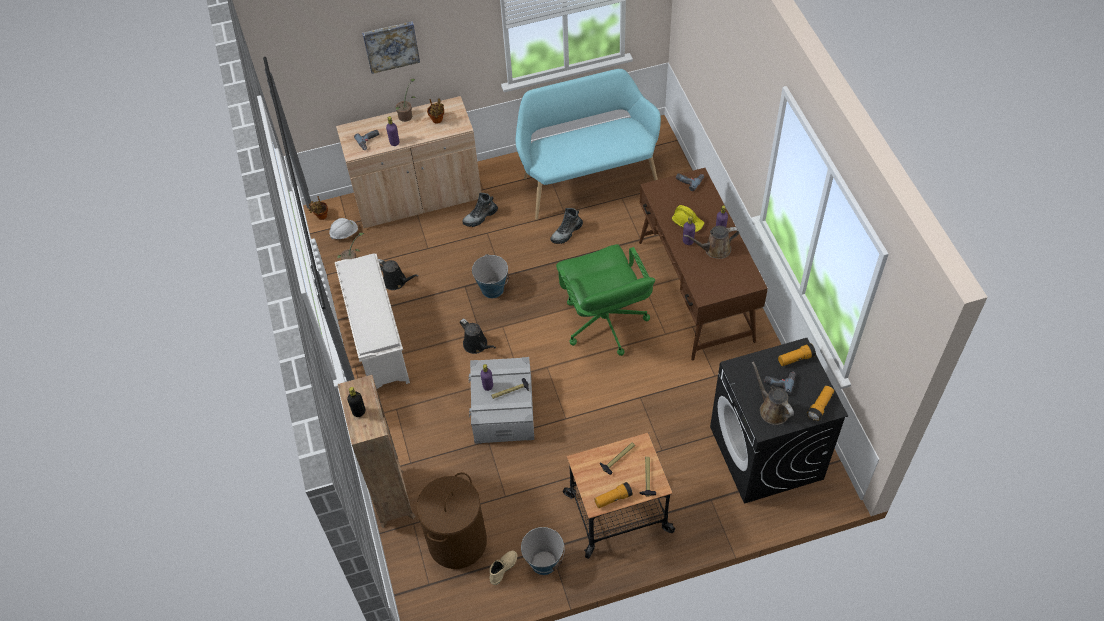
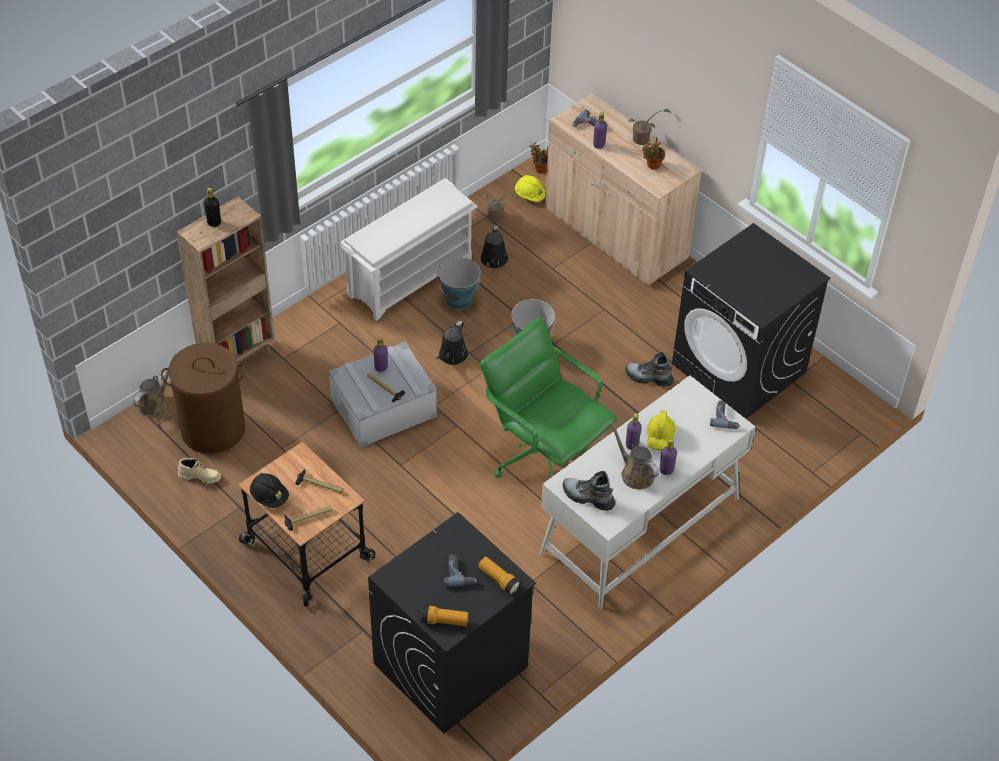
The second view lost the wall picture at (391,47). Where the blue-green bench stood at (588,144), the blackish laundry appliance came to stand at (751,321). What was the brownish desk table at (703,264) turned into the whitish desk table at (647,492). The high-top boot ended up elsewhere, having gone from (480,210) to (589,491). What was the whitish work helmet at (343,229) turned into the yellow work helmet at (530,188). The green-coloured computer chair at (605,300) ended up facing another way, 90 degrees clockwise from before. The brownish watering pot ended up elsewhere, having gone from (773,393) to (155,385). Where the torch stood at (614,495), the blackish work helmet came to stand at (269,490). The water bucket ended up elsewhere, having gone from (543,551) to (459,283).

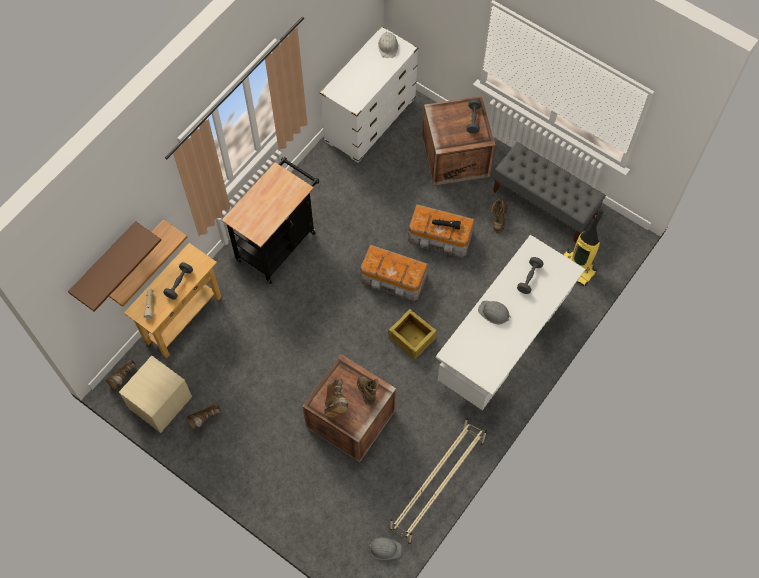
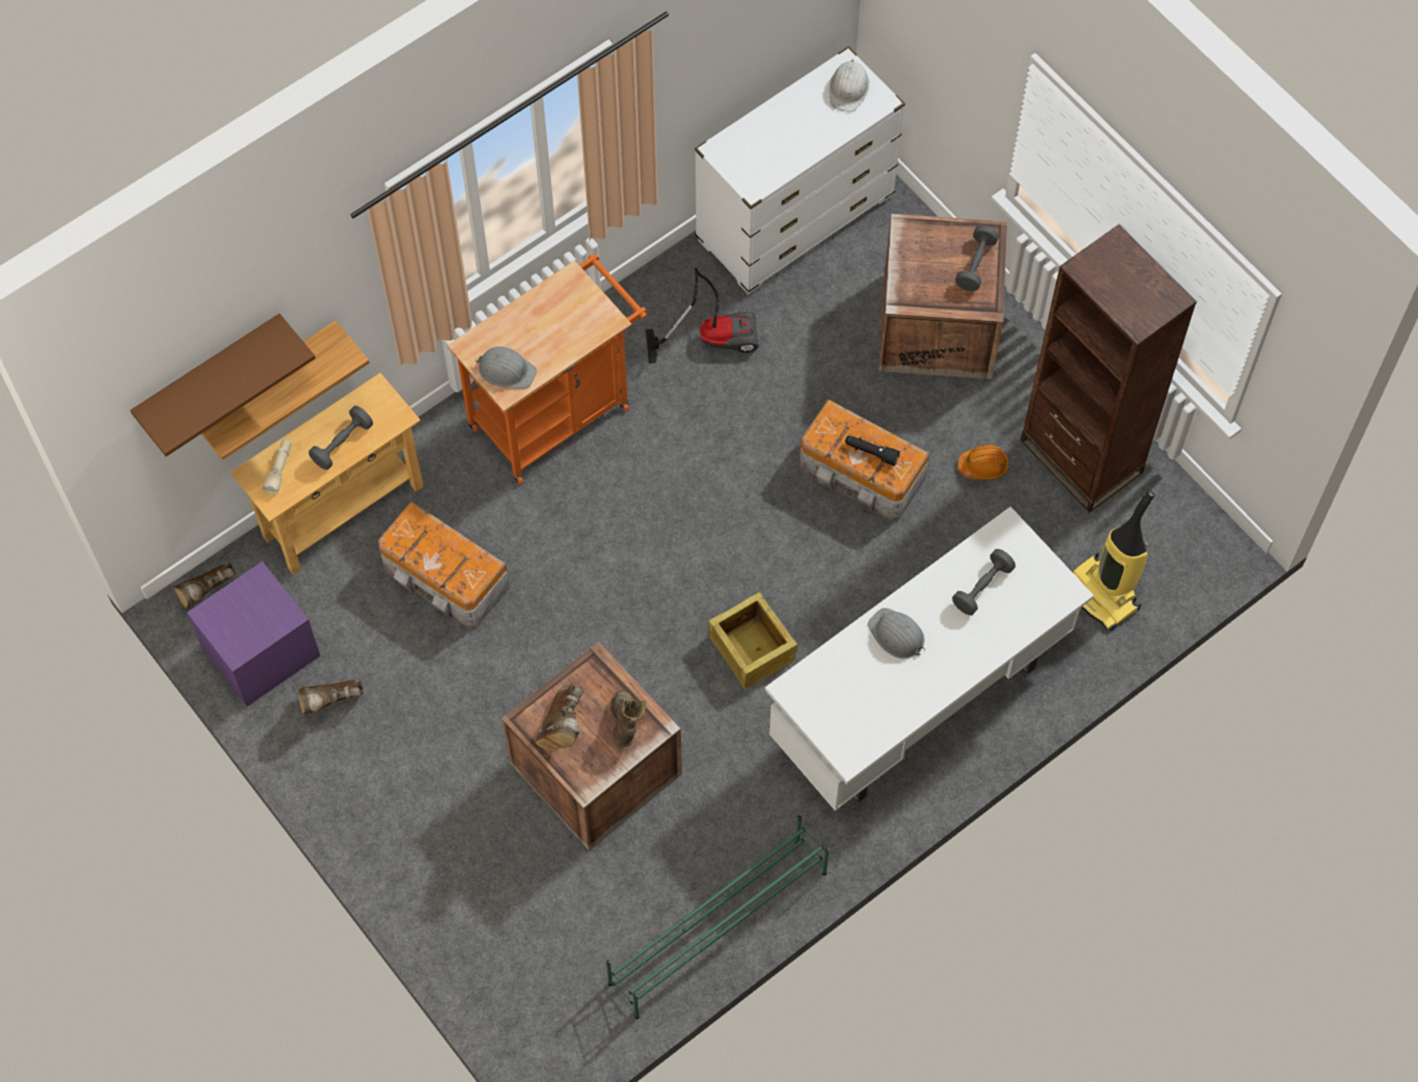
Where the greyish bench stood at (549,192), the brownish bookshelf came to stand at (1109,368). What was the blackish cart at (270,220) turned into the orange-coloured cart at (547,369). Where the brownish high-top boot stood at (499,216), the orange-coloured work helmet came to stand at (983,462). The storage bin ended up elsewhere, having gone from (394,273) to (444,564). What was the sand-coloured bedside table at (155,394) turned into the purple-coloured bedside table at (253,634). What was the sand-coloured shoe stand at (438,480) turned into the green-coloured shoe stand at (717,917). The greyish work helmet ended up elsewhere, having gone from (384,548) to (506,368). The second view gained the vacuum at (702,315).

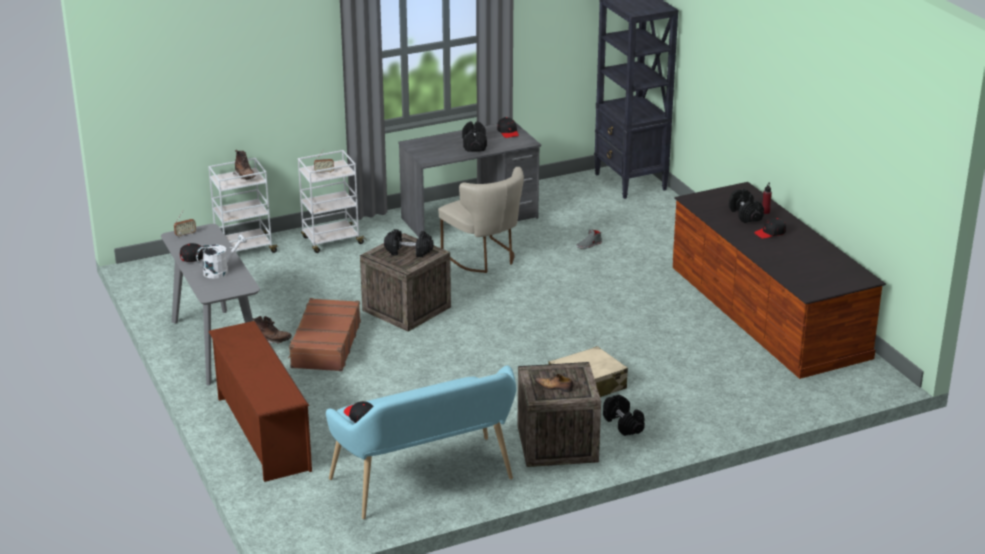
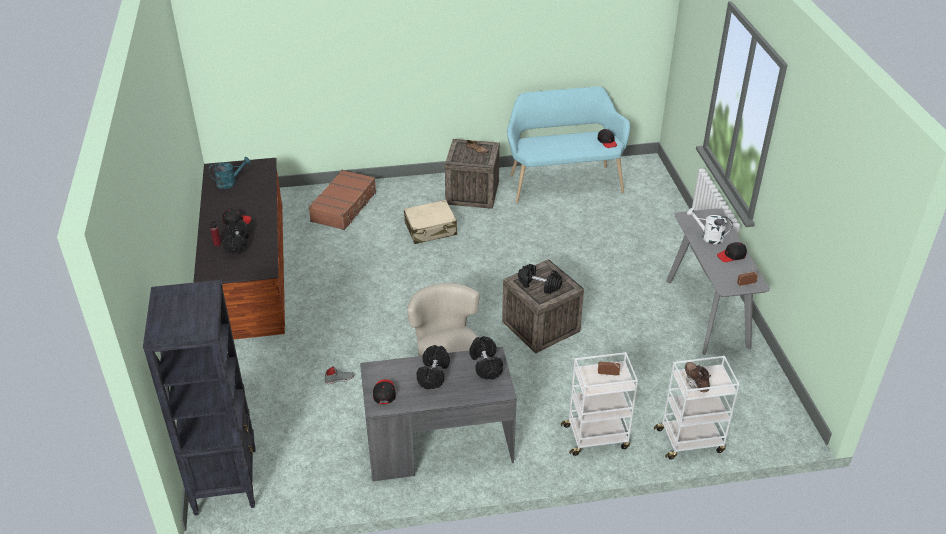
The whitish watering pot at (221,256) ended up facing another way, 45 degrees clockwise from before. The brownish piece of luggage ended up elsewhere, having gone from (324,334) to (342,200). The second view lost the brownish high-top boot at (272,330). The second view lost the brownish shoe stand at (260,401). The blackish dumbbell ended up elsewhere, having gone from (624,415) to (486,358). The second view gained the blue-green watering pot at (229,173).

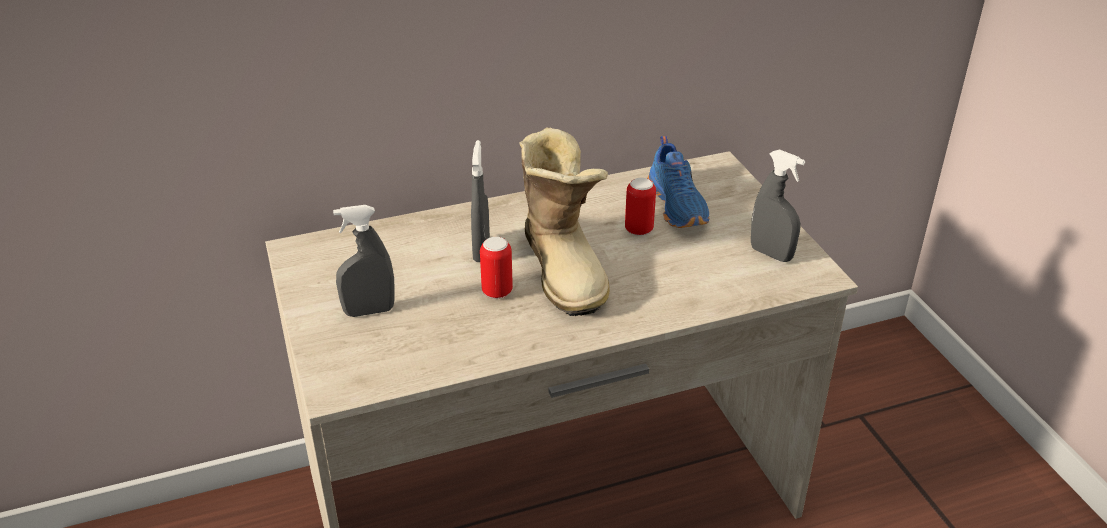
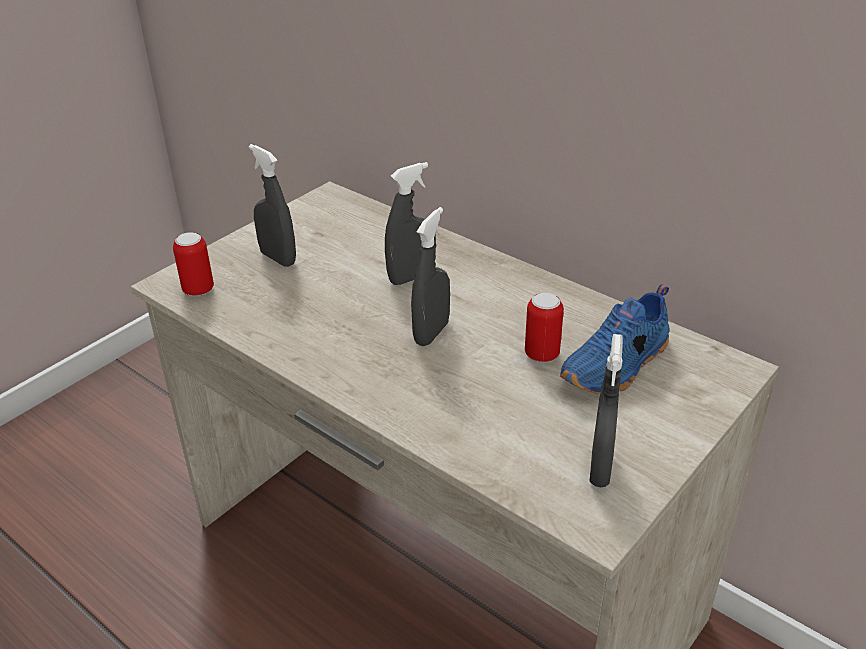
Where the high-top boot stood at (564,221), the greyish sprayer came to stand at (430,276). The can ended up elsewhere, having gone from (496,268) to (193,264).

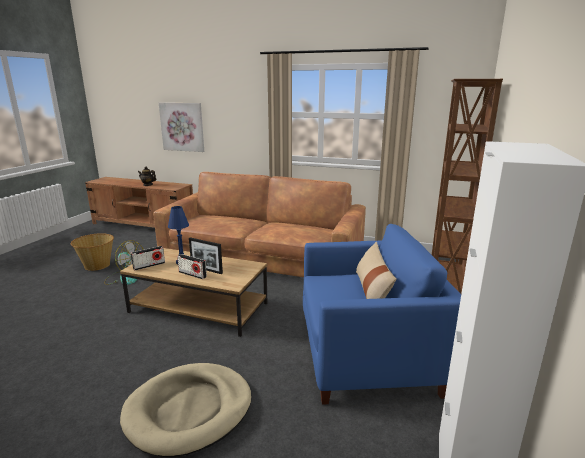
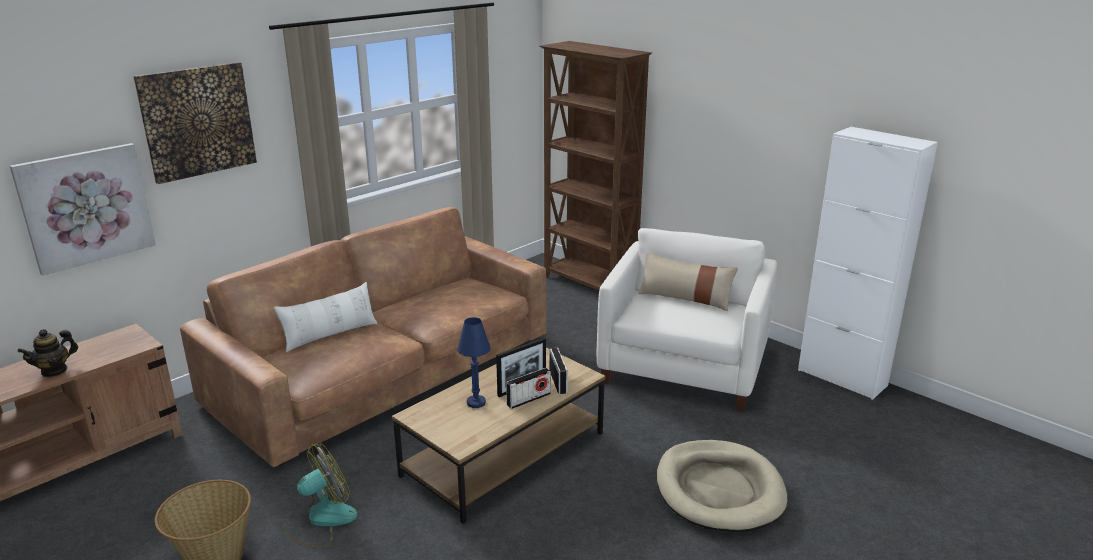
What was the blue-coloured lounge chair at (382,314) turned into the whitish lounge chair at (687,319). The radio ended up elsewhere, having gone from (148,258) to (558,371). The second view gained the wall picture at (195,123). The second view gained the whitish pillow at (326,317).

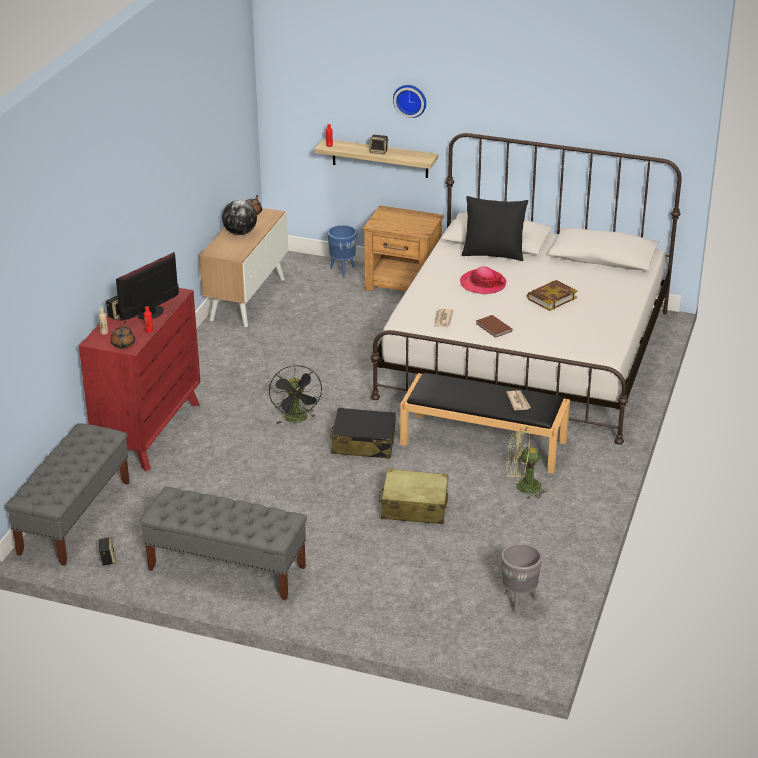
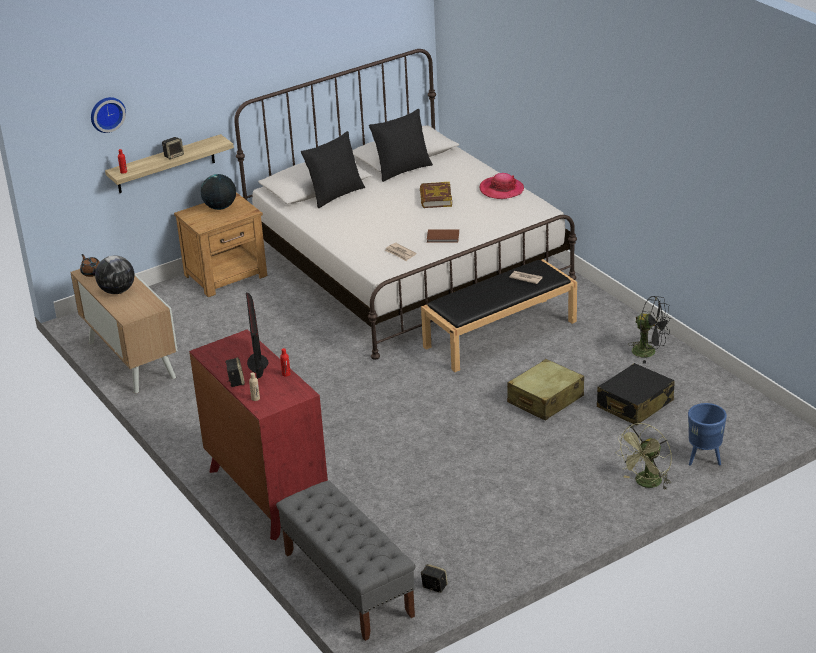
The wall clock ended up elsewhere, having gone from (409,101) to (108,115). The blue-coloured planter ended up elsewhere, having gone from (342,251) to (707,434). The hat ended up elsewhere, having gone from (483,280) to (502,186). The second view lost the brownish teapot at (123,335). The blackish fan ended up elsewhere, having gone from (295,394) to (649,330). The blackish piece of luggage ended up elsewhere, having gone from (363,433) to (636,394). The green-coloured fan ended up elsewhere, having gone from (527,463) to (643,456). The second view lost the greyish bench at (223,543). The second view lost the greyish planter at (521,579). The second view gained the blackish pillow at (401,145). The second view gained the world globe at (218,192).

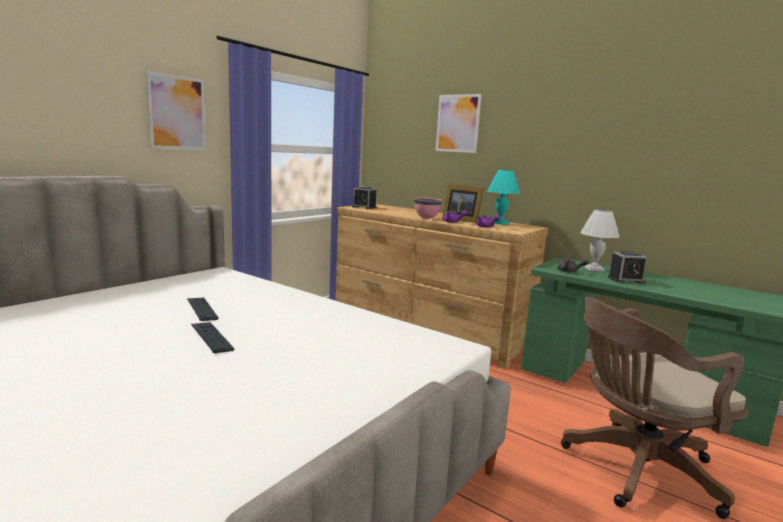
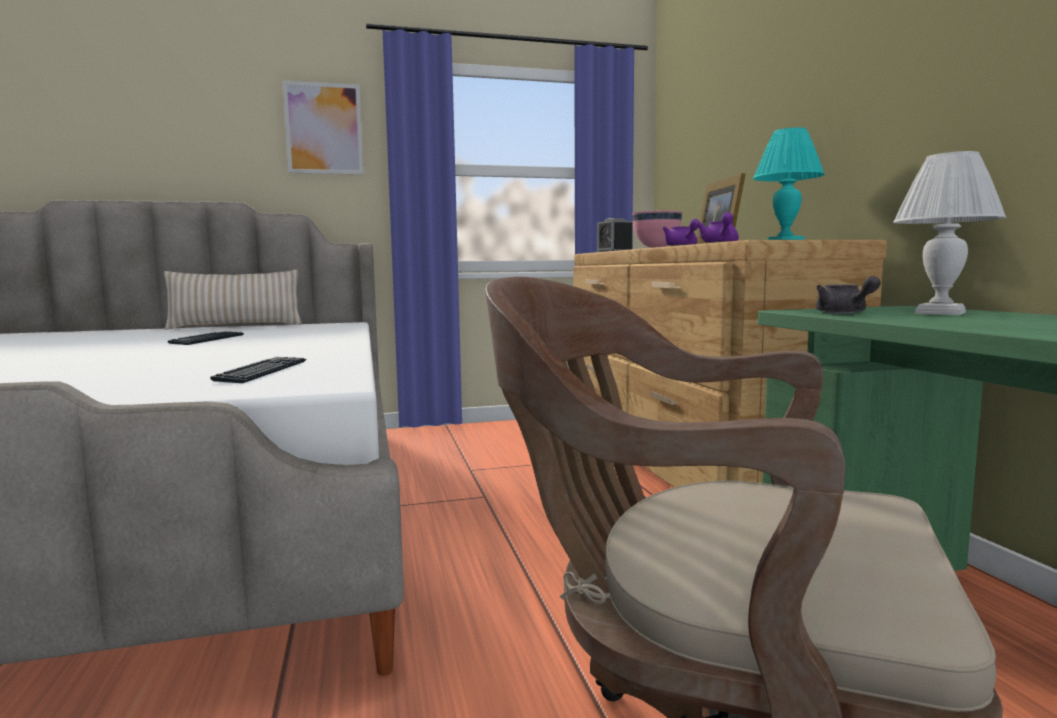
The second view lost the wall picture at (459,123). The second view lost the bedside clock at (628,267). The computer keyboard ended up elsewhere, having gone from (213,337) to (258,370). The second view gained the sand-coloured pillow at (233,300).

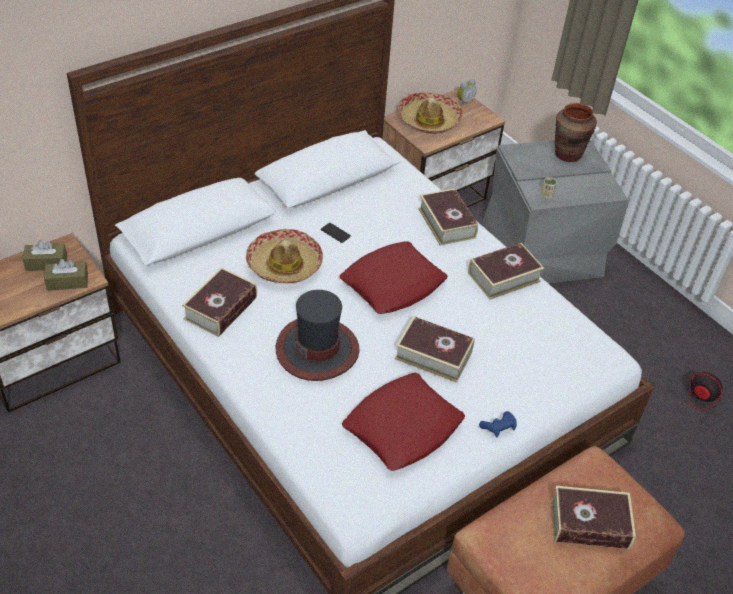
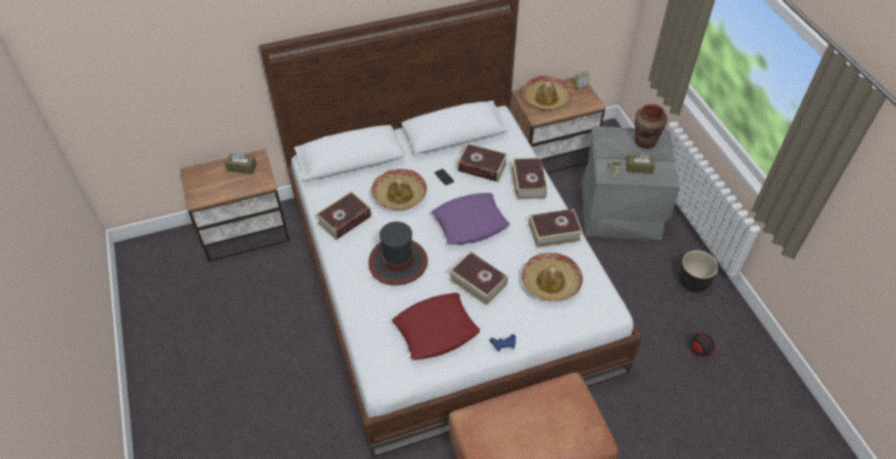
What was the reddish pillow at (393,277) turned into the purple-coloured pillow at (470,219). The brownish tissue box ended up elsewhere, having gone from (66,275) to (640,163). The bound book ended up elsewhere, having gone from (593,517) to (483,162). The second view gained the blackish planter at (698,271). The second view gained the hat at (552,276).

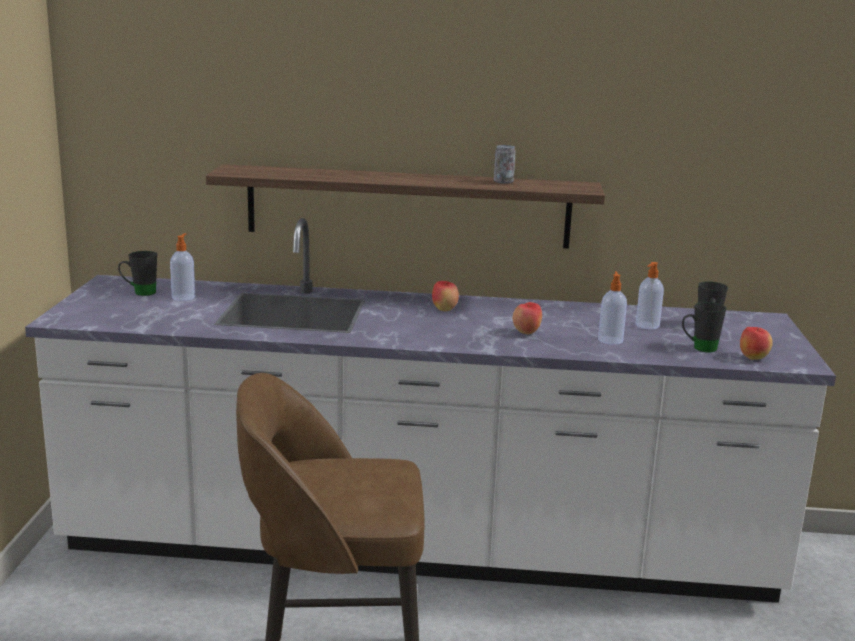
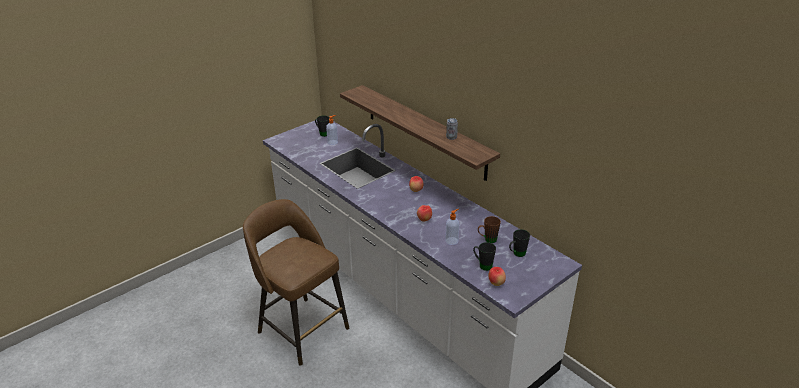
Where the soap bottle stood at (650,295), the brownish tea mug came to stand at (489,229).

